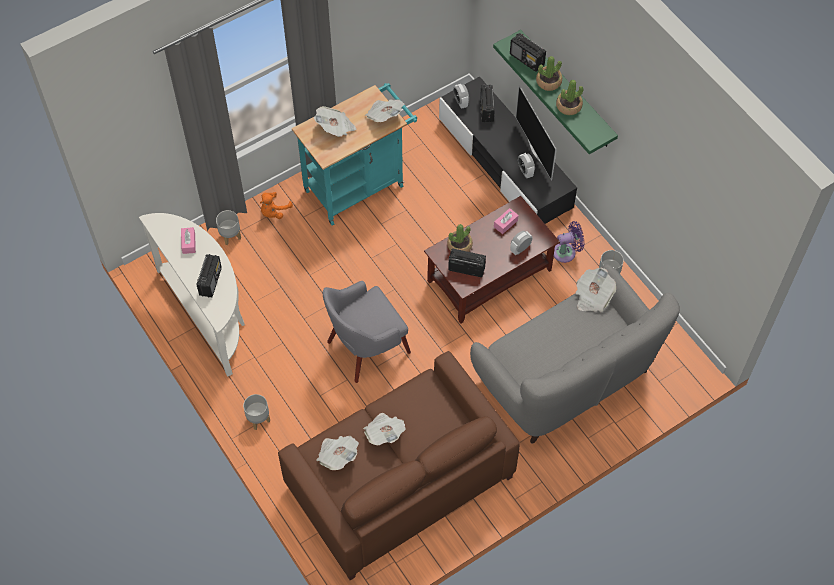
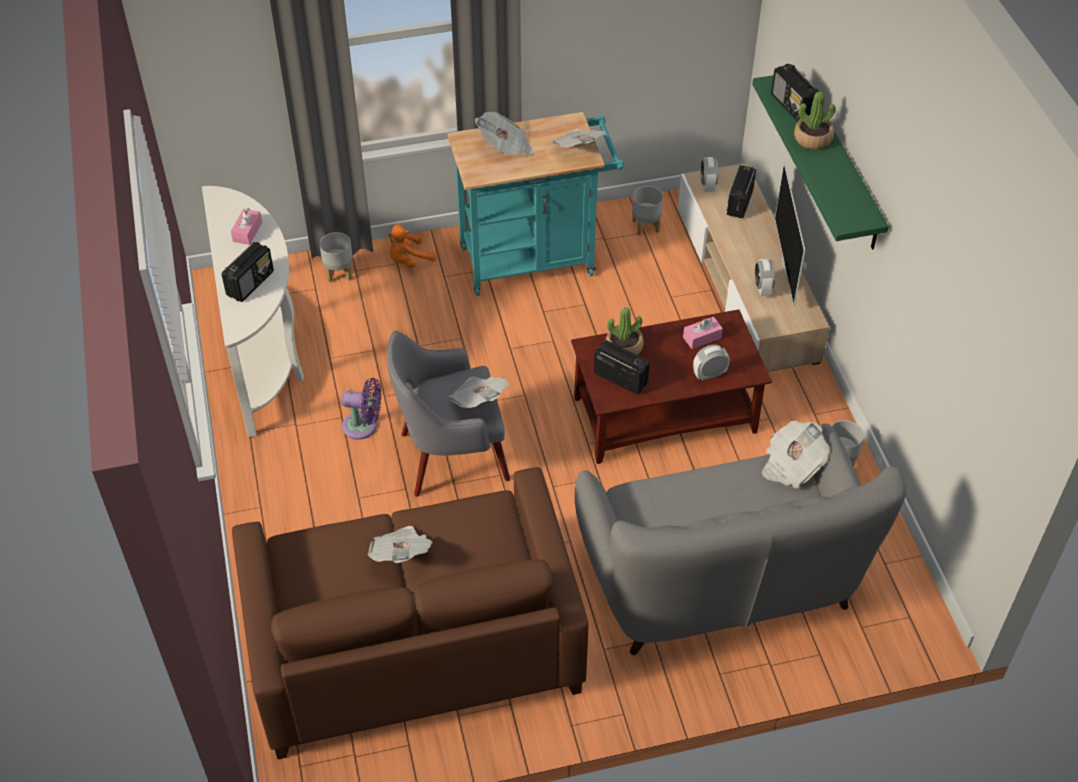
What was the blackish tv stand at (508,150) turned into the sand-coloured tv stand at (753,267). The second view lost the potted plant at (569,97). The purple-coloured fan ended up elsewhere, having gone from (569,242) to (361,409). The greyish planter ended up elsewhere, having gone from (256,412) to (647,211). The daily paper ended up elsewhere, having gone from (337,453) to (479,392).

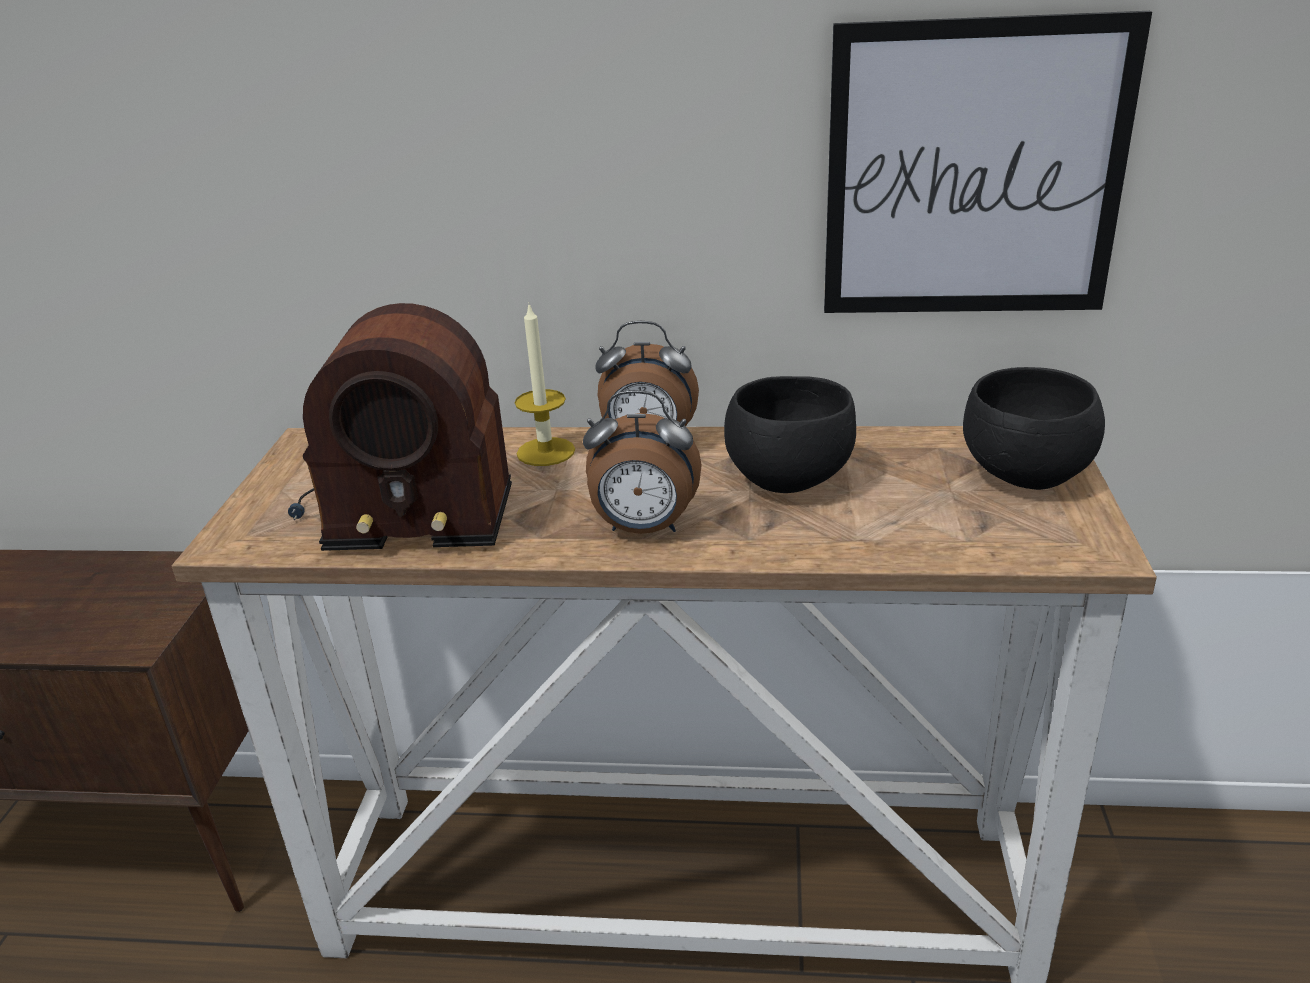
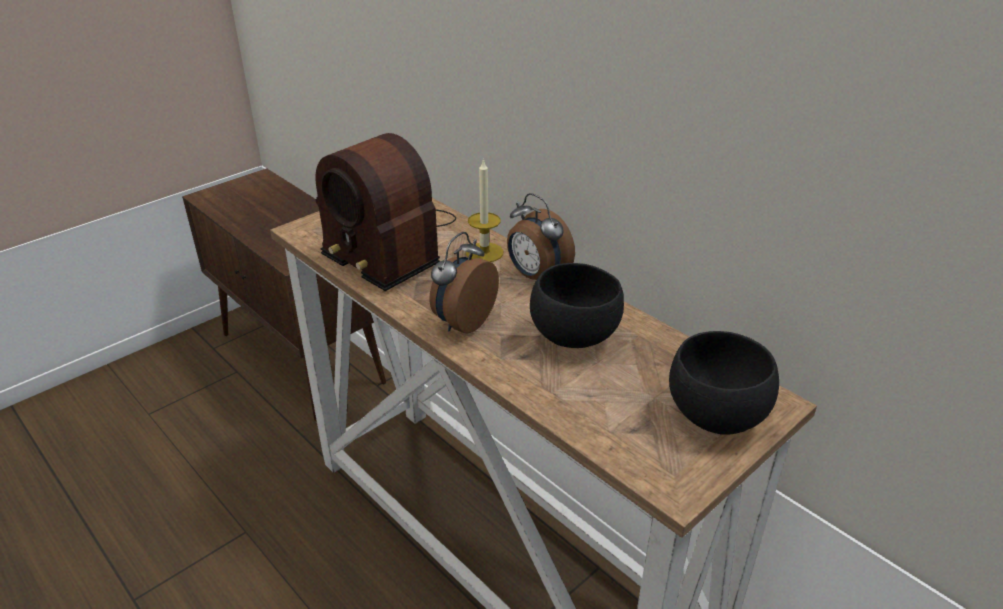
The second view lost the wall picture at (988,162). The bedside clock at (642,462) ended up facing another way, 75 degrees clockwise from before.

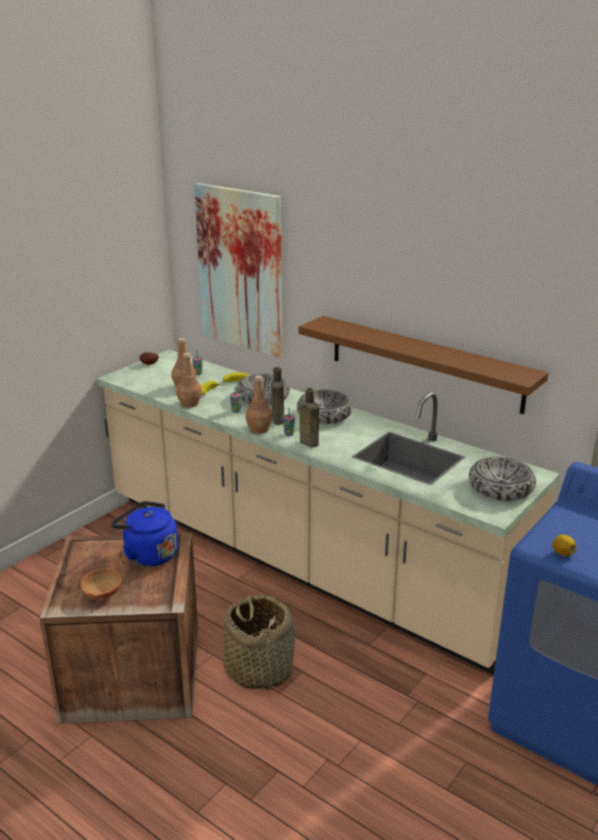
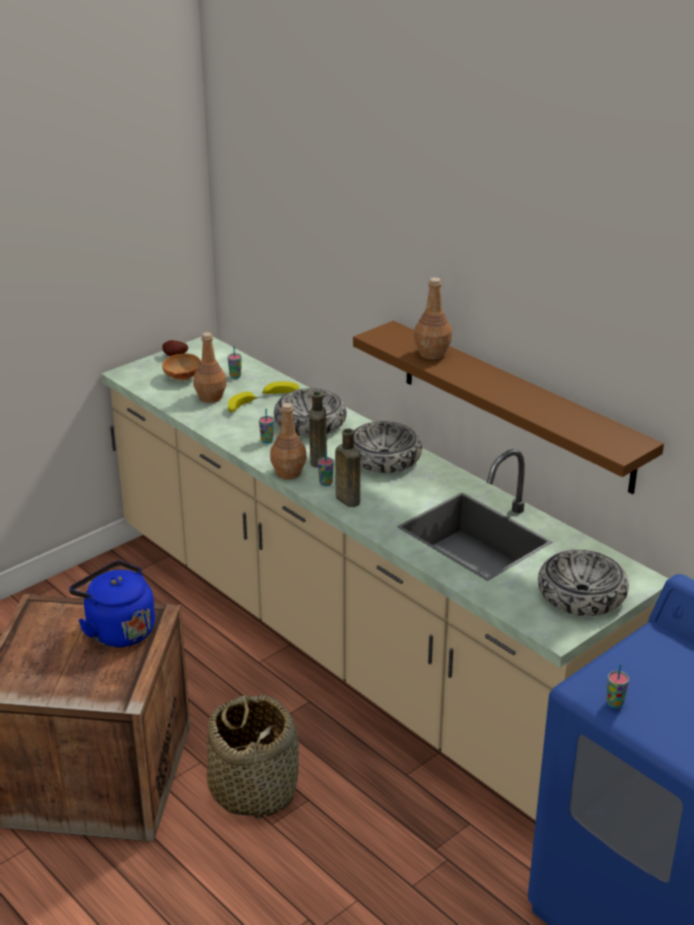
The second view lost the wall picture at (238,270). The brownish bottle ended up elsewhere, having gone from (189,380) to (433,318). Where the lemon stood at (564,545), the drinking cup came to stand at (617,686). The brownish deep dish ended up elsewhere, having gone from (101,584) to (181,366).

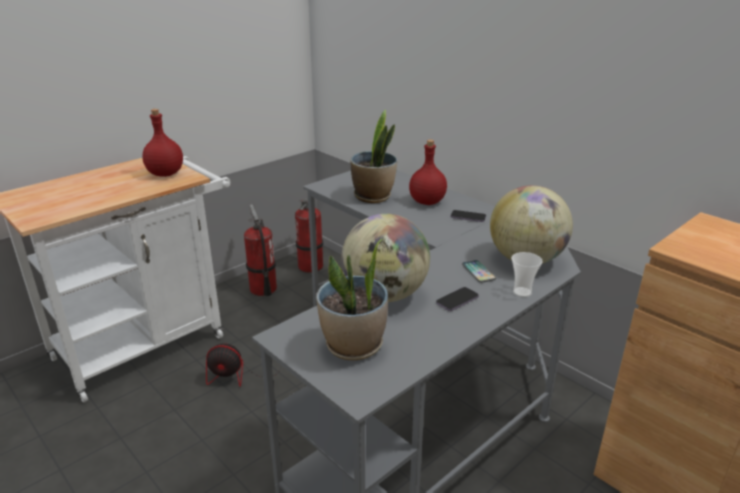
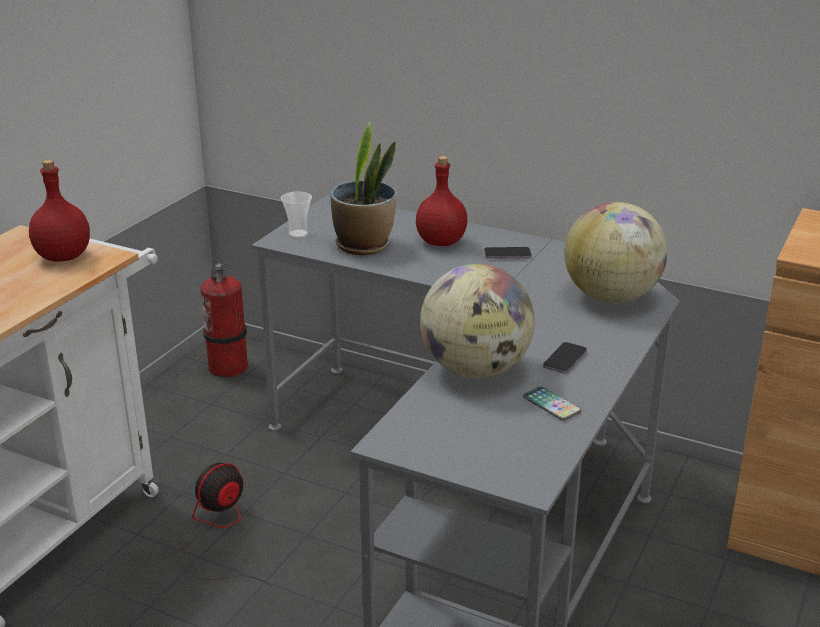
The second view lost the extinguisher at (260,250). The second view lost the potted plant at (352,299). The drinking cup ended up elsewhere, having gone from (527,274) to (296,214). The phone ended up elsewhere, having gone from (479,271) to (552,403). The fan at (243,365) ended up facing another way, 150 degrees clockwise from before.

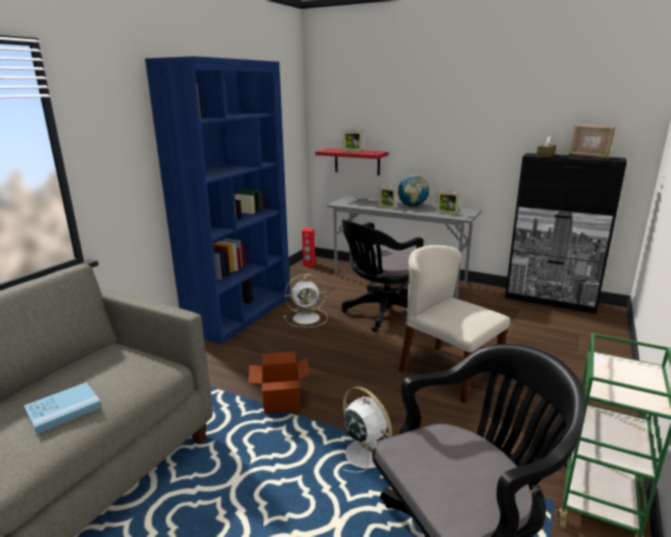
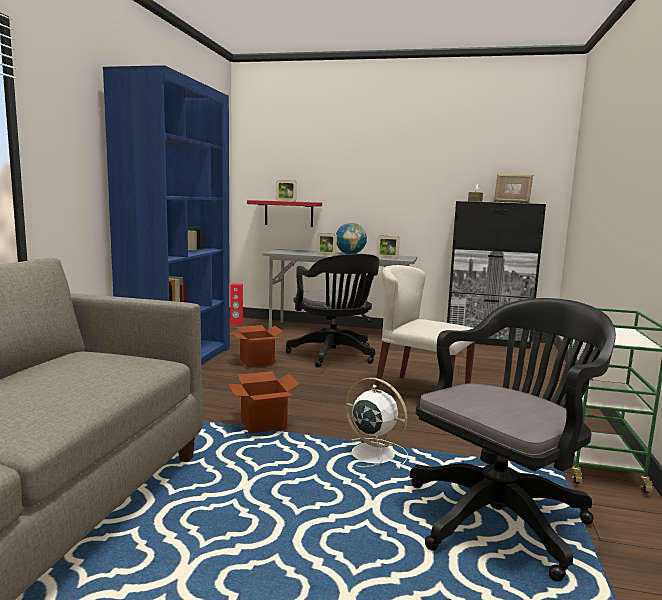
The blackish computer chair at (382,275) ended up facing another way, 60 degrees counterclockwise from before. Where the whitish fan stood at (306,301), the carton came to stand at (256,346). The second view lost the blue-coloured bound book at (63,408).

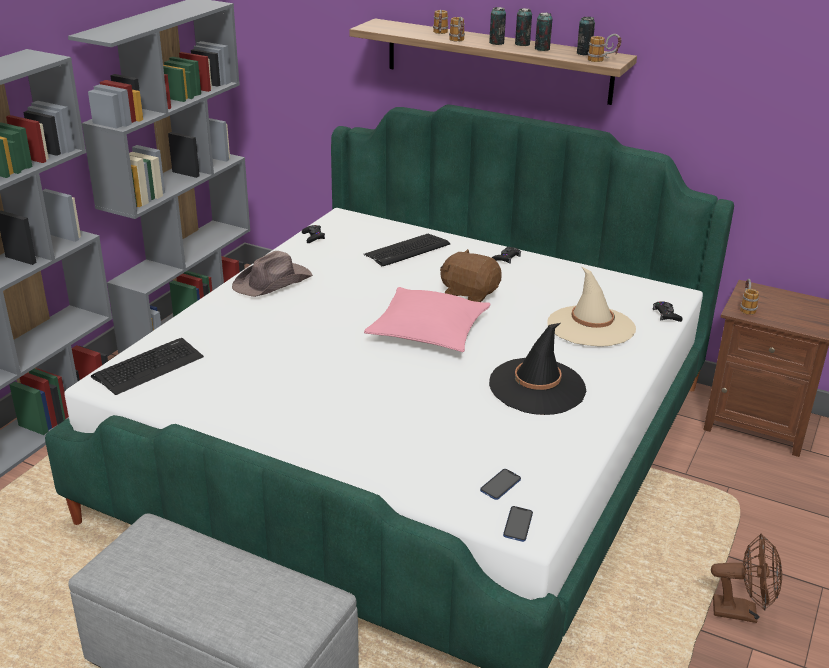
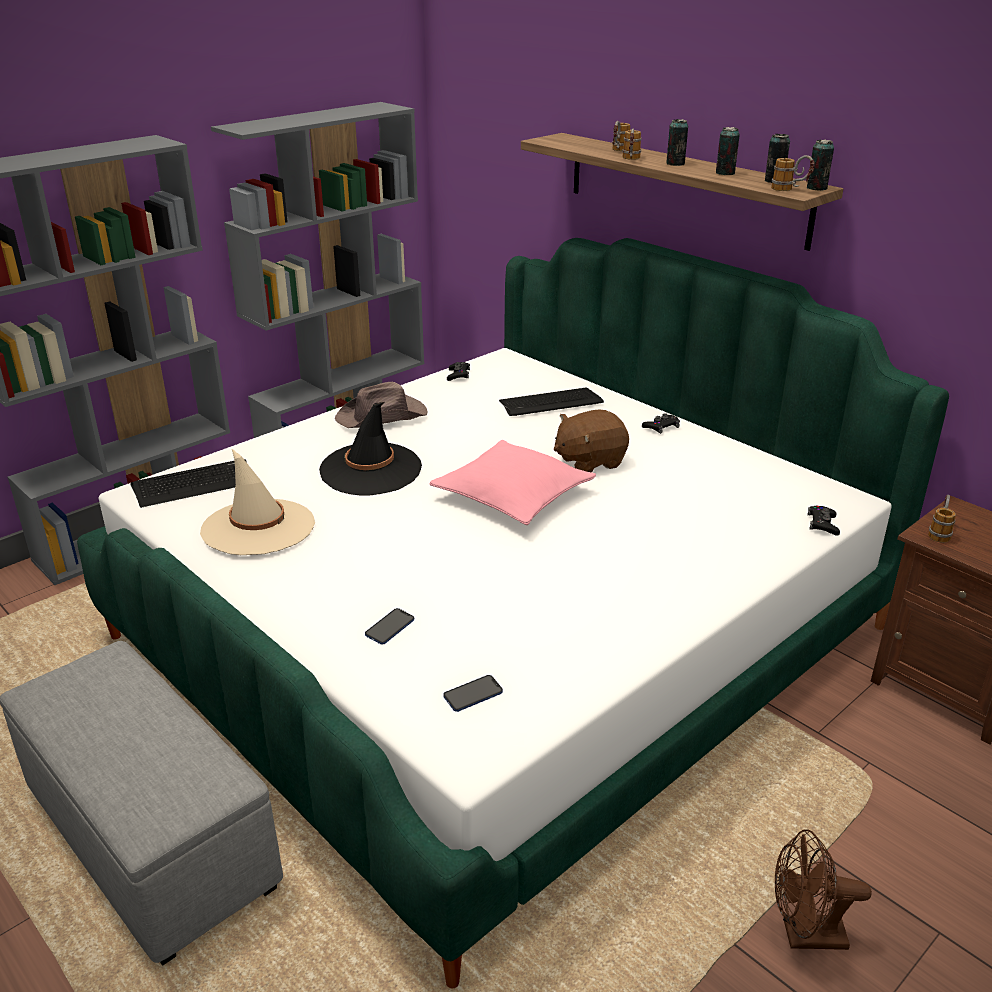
The can ended up elsewhere, having gone from (523,27) to (820,165). The brownish soft toy at (471,275) ended up facing another way, 75 degrees counterclockwise from before. The sand-coloured hat ended up elsewhere, having gone from (591,306) to (257,502). The blackish hat ended up elsewhere, having gone from (537,369) to (370,449). The phone ended up elsewhere, having gone from (518,524) to (389,626). The brownish fan at (746,578) ended up facing another way, 150 degrees clockwise from before.

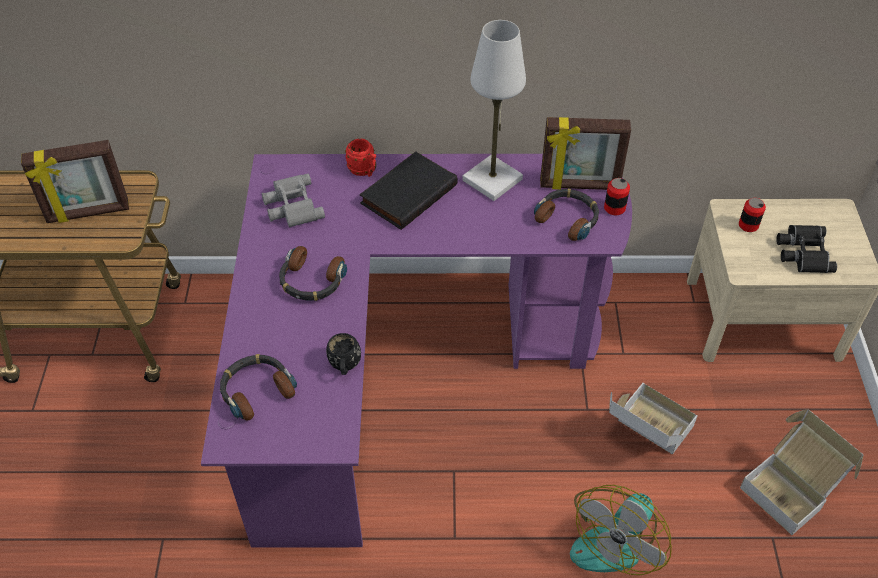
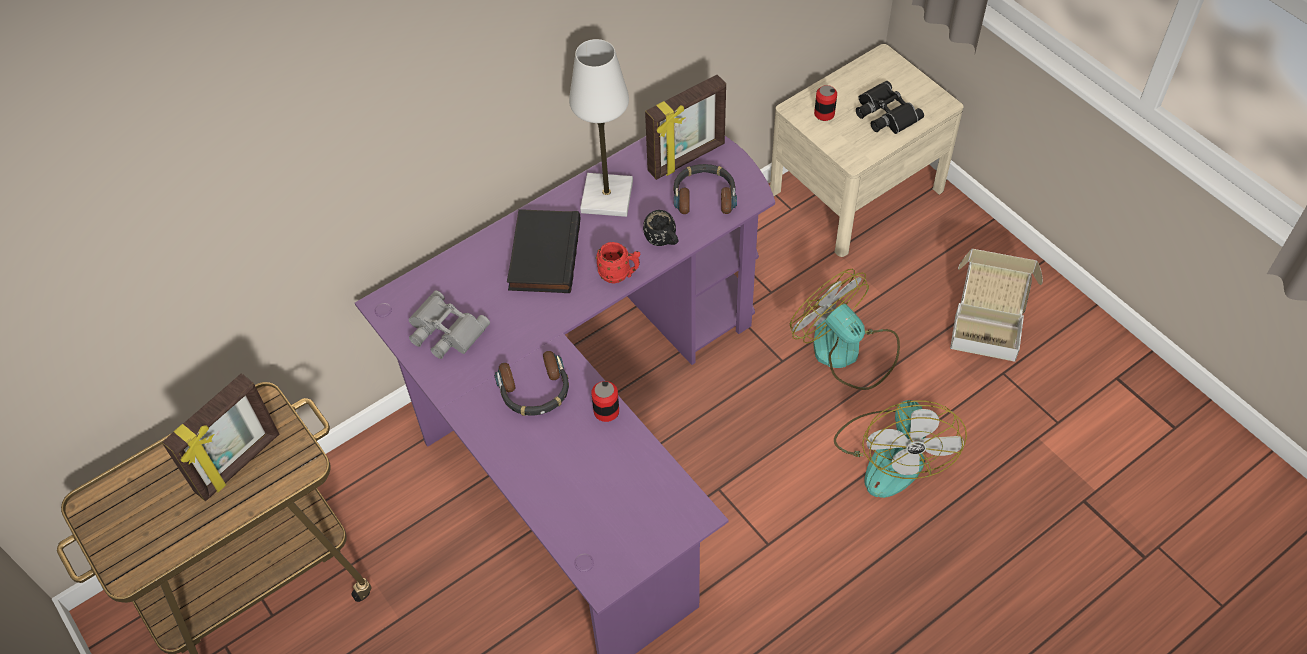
The reddish tea mug ended up elsewhere, having gone from (360,158) to (618,263). The can ended up elsewhere, having gone from (617,196) to (605,401). The blackish tea mug ended up elsewhere, having gone from (343,354) to (660,228). The second view lost the headset at (258,387). Where the carton stood at (653,419), the fan came to stand at (845,329).

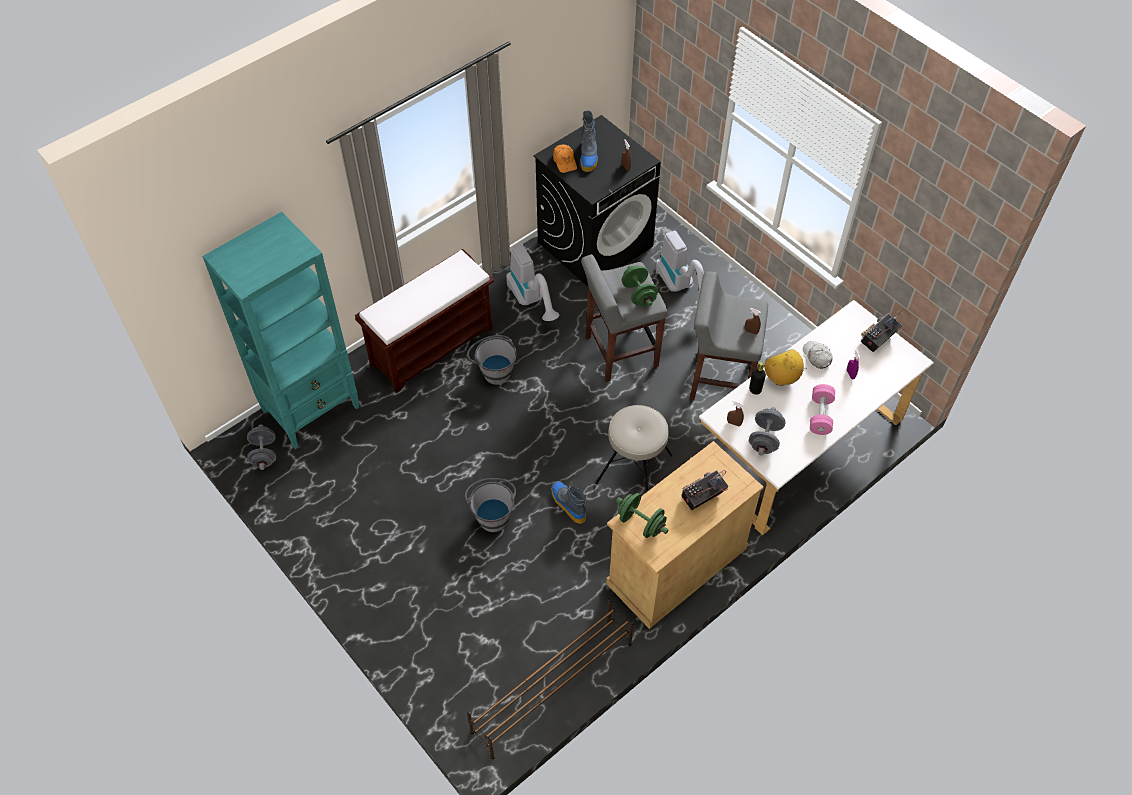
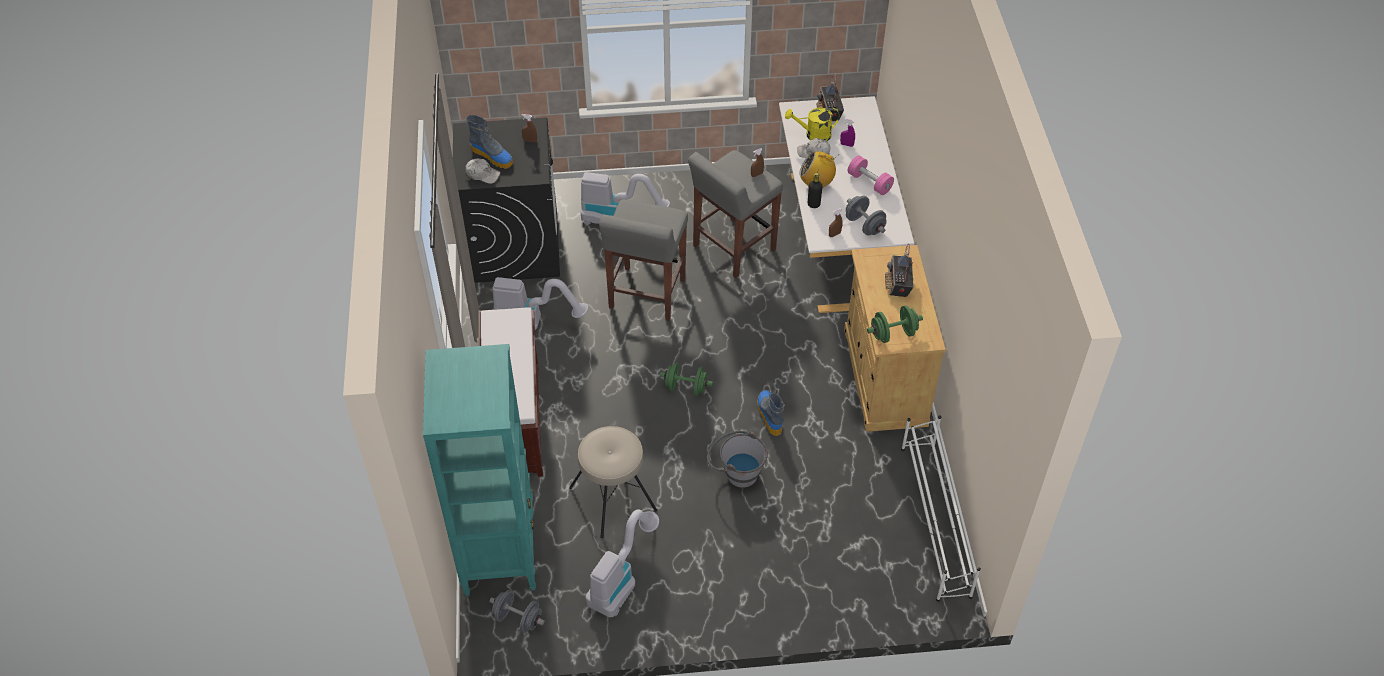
What was the orange-coloured peaked cap at (565,158) turned into the whitish peaked cap at (482,171). The green-coloured dumbbell ended up elsewhere, having gone from (640,285) to (686,379). The second view lost the greyish water bucket at (492,360). The sand-coloured stool ended up elsewhere, having gone from (633,448) to (613,482). The high-top boot at (569,502) ended up facing another way, 75 degrees clockwise from before. What was the brownish shoe stand at (550,678) turned into the whitish shoe stand at (941,508). The second view gained the yellow watering pot at (812,124). The second view gained the vacuum at (622,563).

